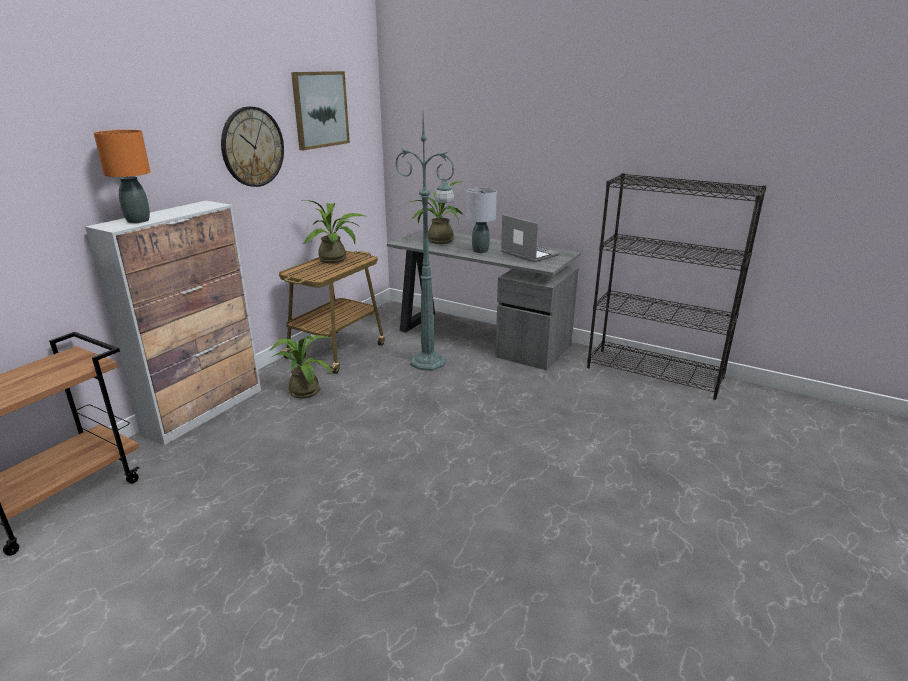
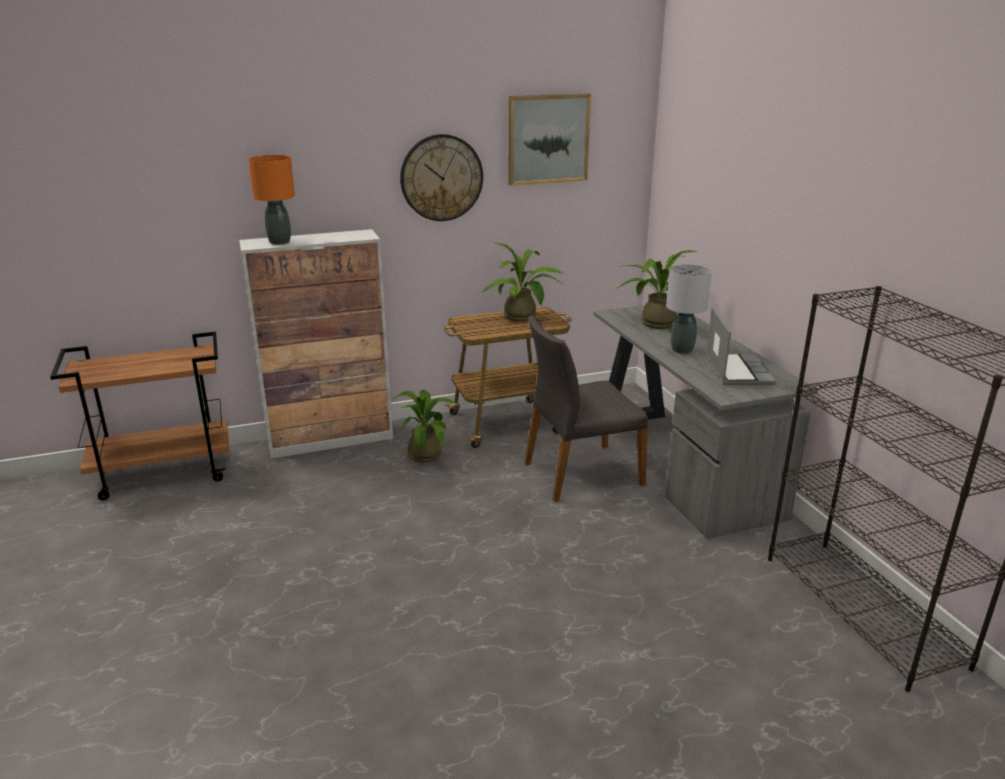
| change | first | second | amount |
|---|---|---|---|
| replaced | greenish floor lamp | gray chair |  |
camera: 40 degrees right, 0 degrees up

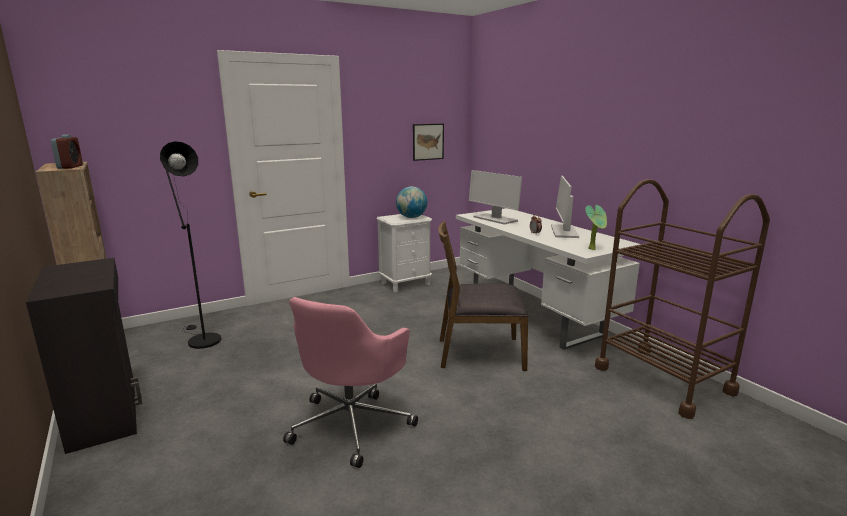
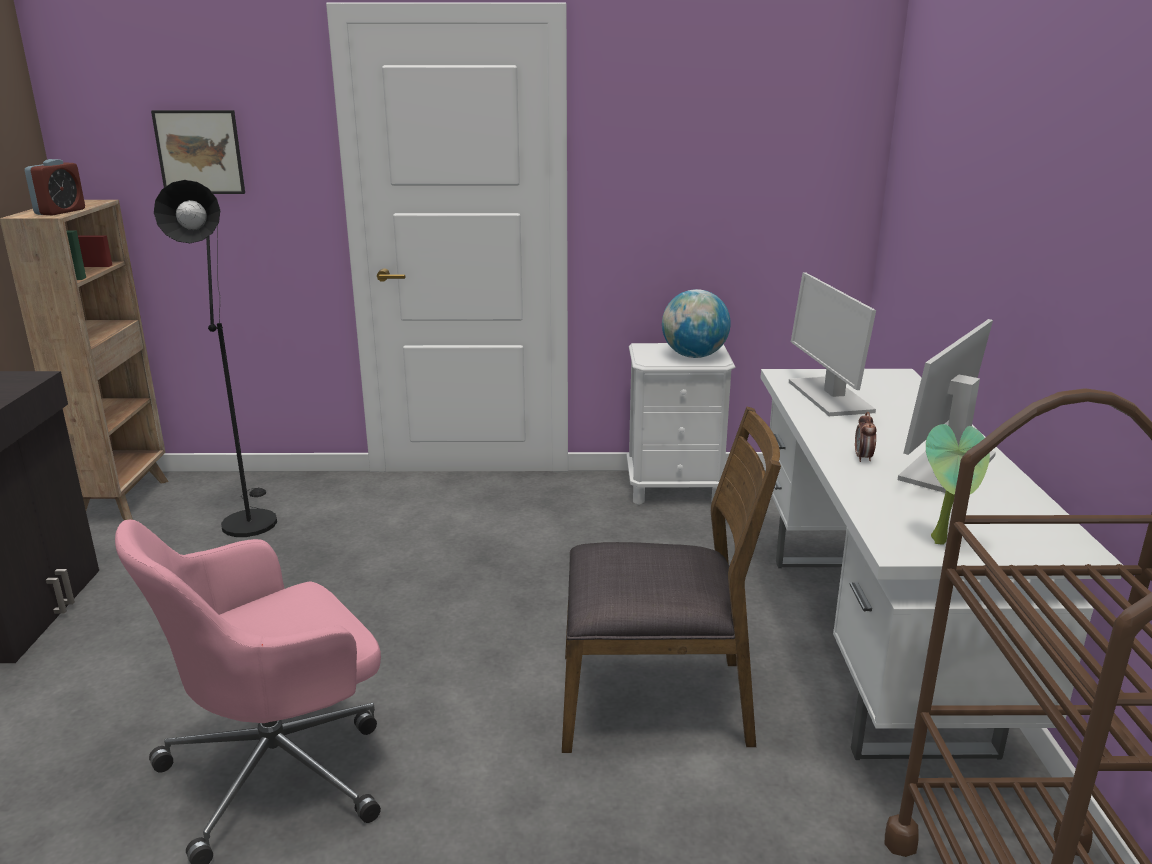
| change | first | second | amount |
|---|---|---|---|
| moved | wall art |  |  |
| turned | brownish chair |  | 150 degrees clockwise |
camera: 30 degrees right, 5 degrees up

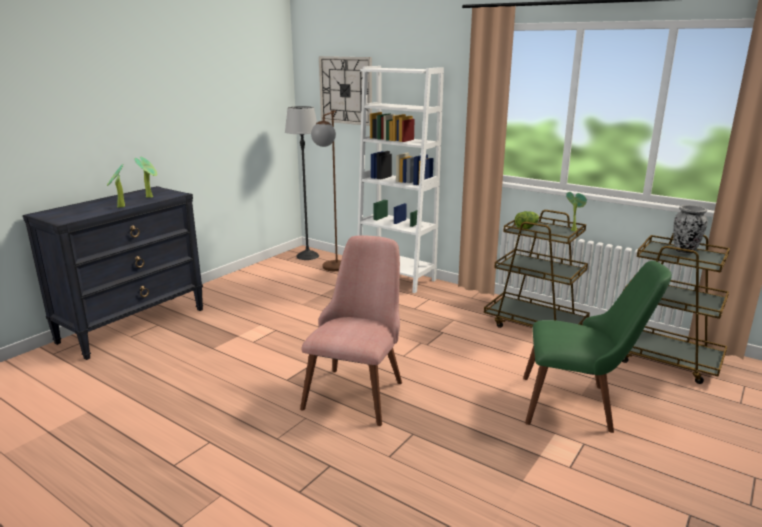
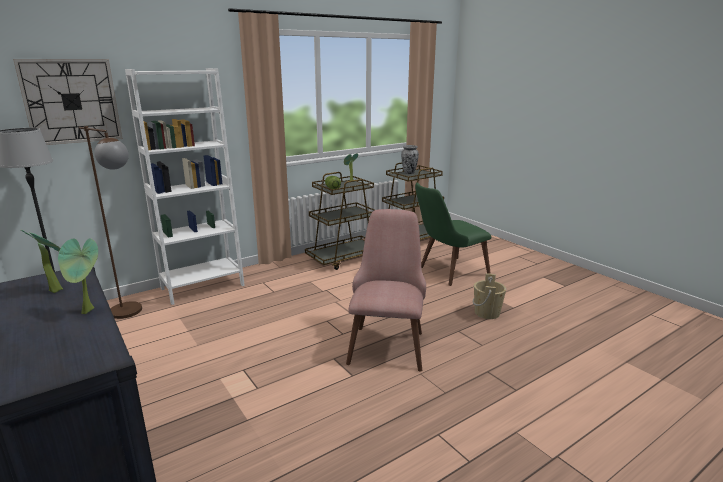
| change | first | second | amount |
|---|---|---|---|
| added |  | sand-coloured water bucket |  |
| turned | pink chair |  | 60 degrees clockwise |
| turned | greenish chair |  | 150 degrees counterclockwise |
camera: 70 degrees left, 0 degrees up

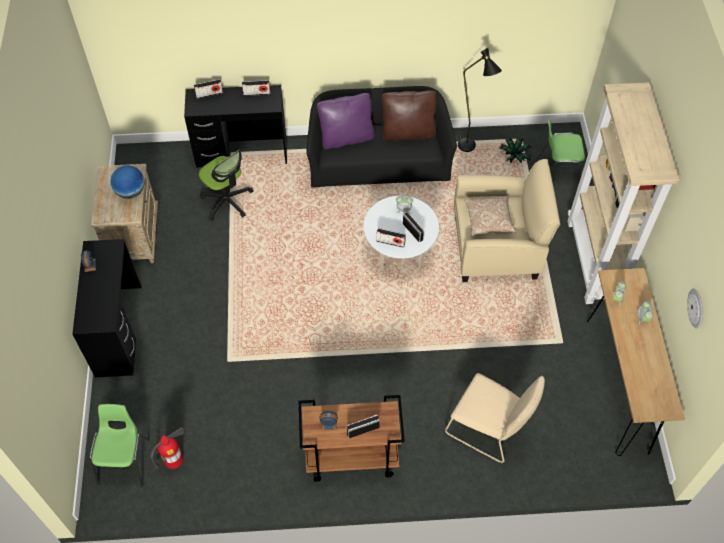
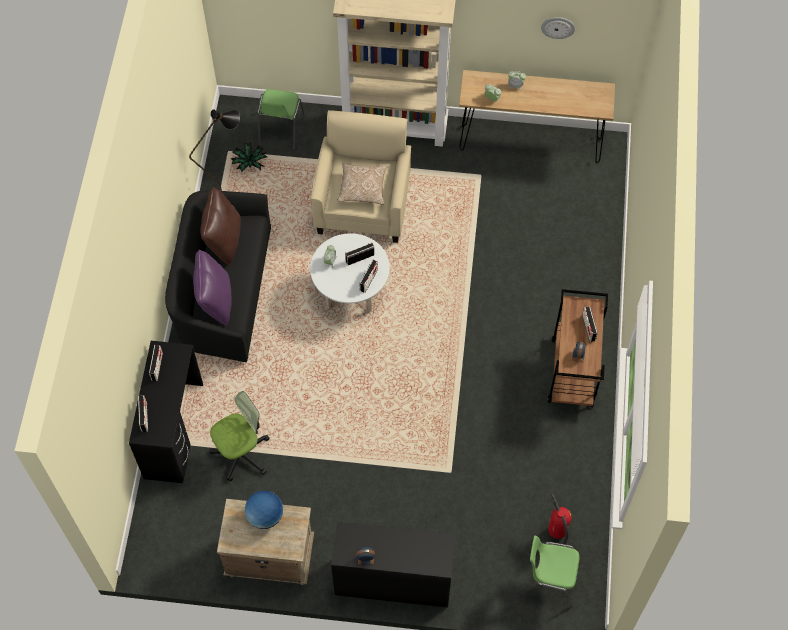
| change | first | second | amount |
|---|---|---|---|
| removed | sand-coloured chair |  |  |
camera: 80 degrees left, 5 degrees up

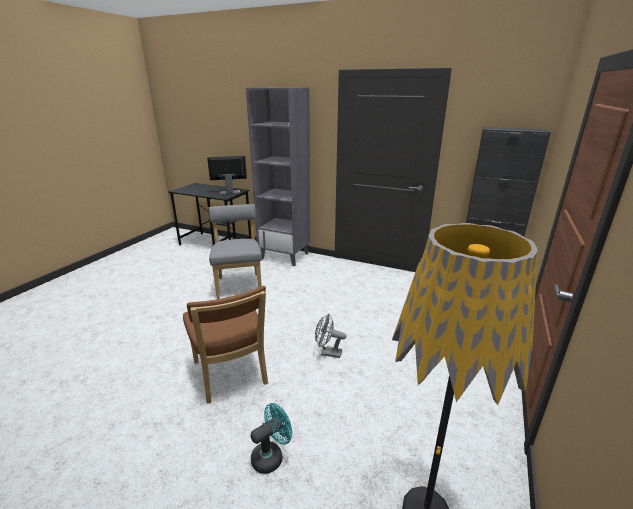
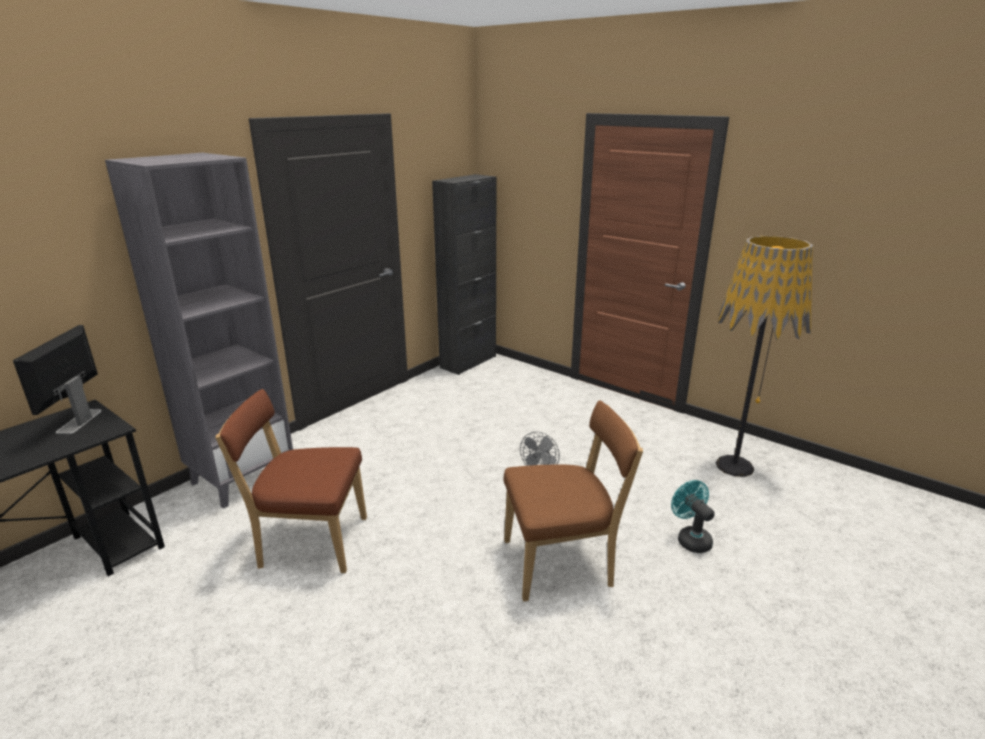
| change | first | second | amount |
|---|---|---|---|
| recoloured | gray chair | brownish chair (1st from left) |  |
camera: 75 degrees left, 0 degrees up

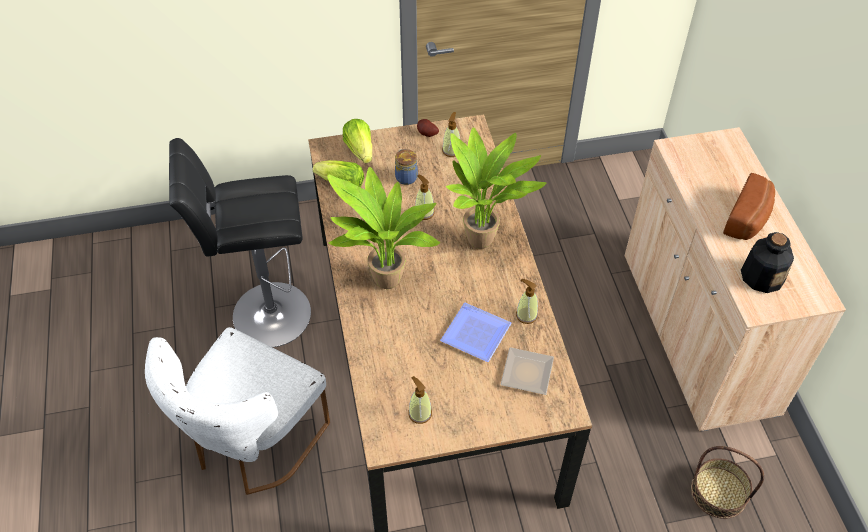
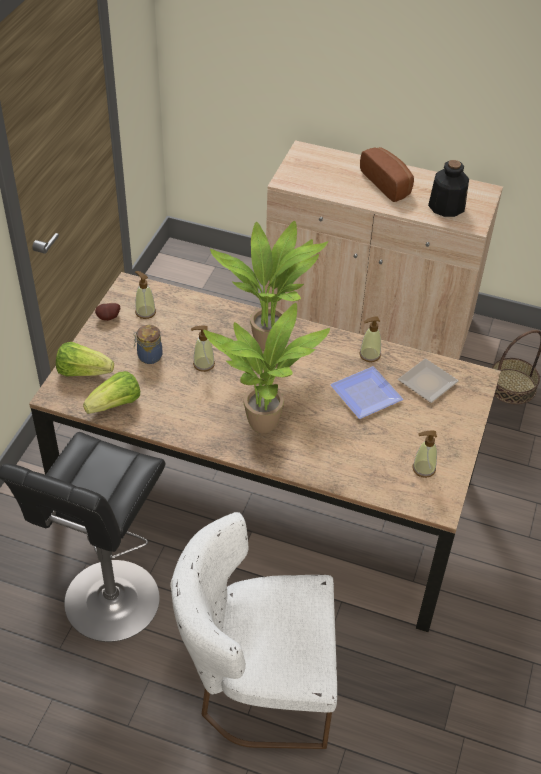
| change | first | second | amount |
|---|---|---|---|
| turned | whitish chair |  | 120 degrees clockwise |
camera: 60 degrees left, 5 degrees down

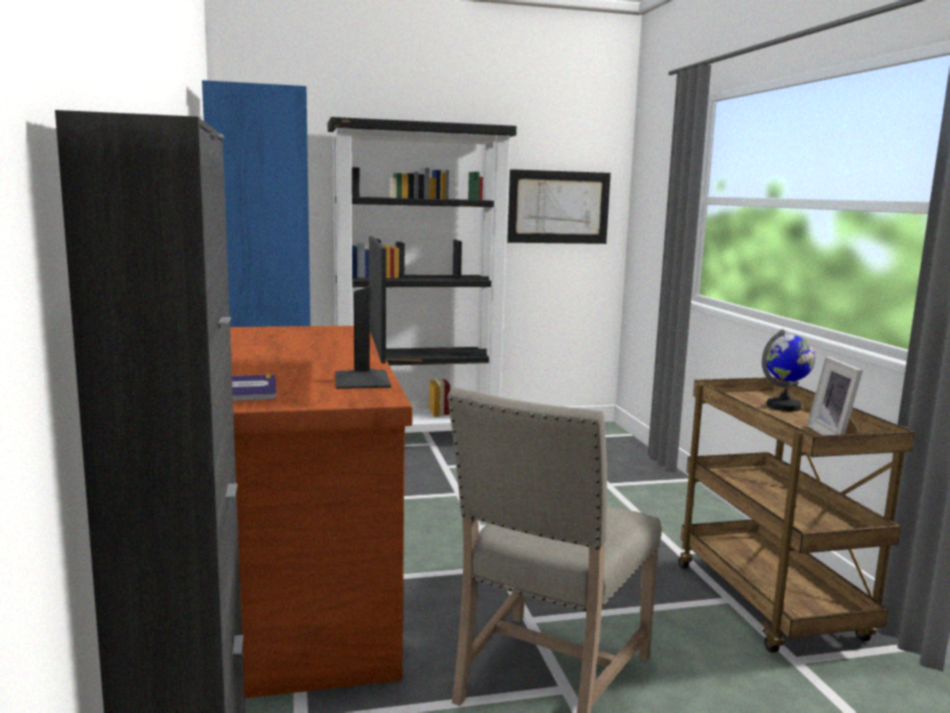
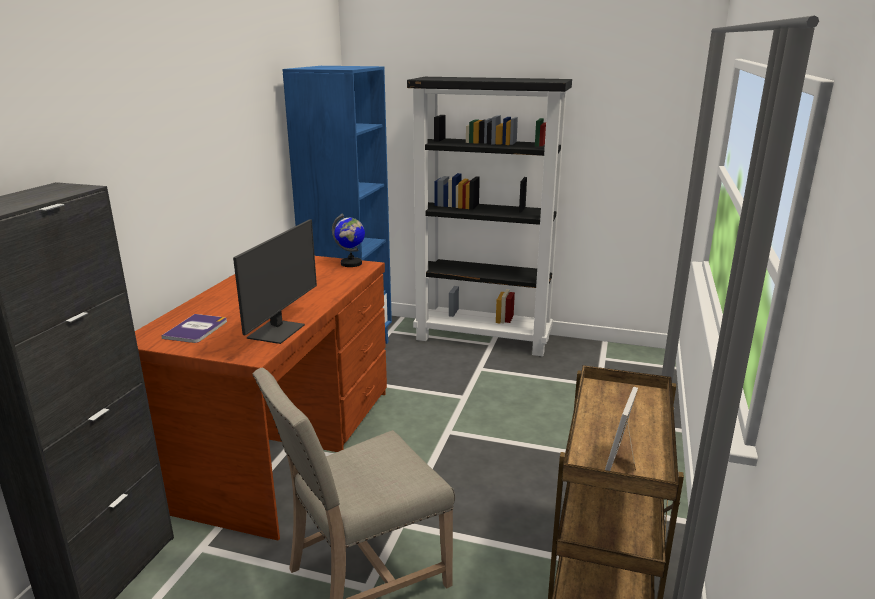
| change | first | second | amount |
|---|---|---|---|
| removed | wall art |  |  |
| moved | desk globe |  |  |
camera: 30 degrees right, 10 degrees up

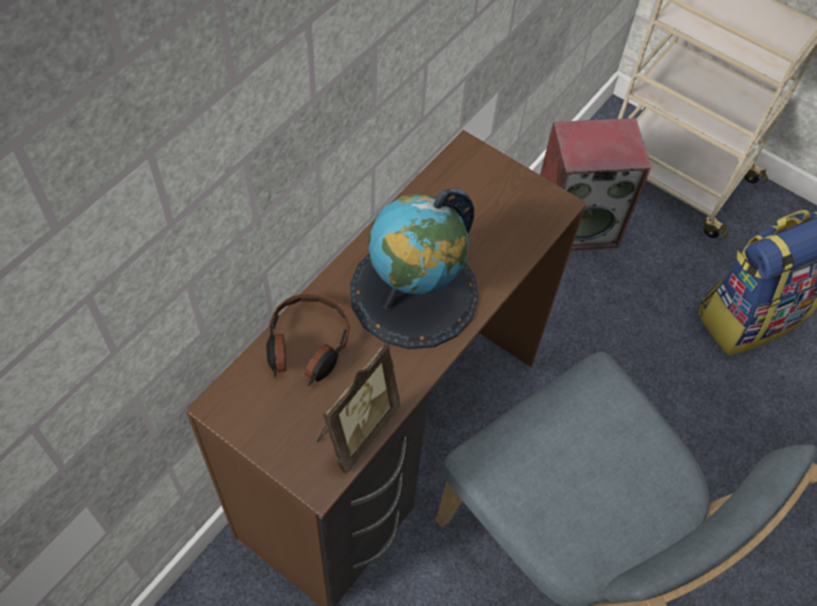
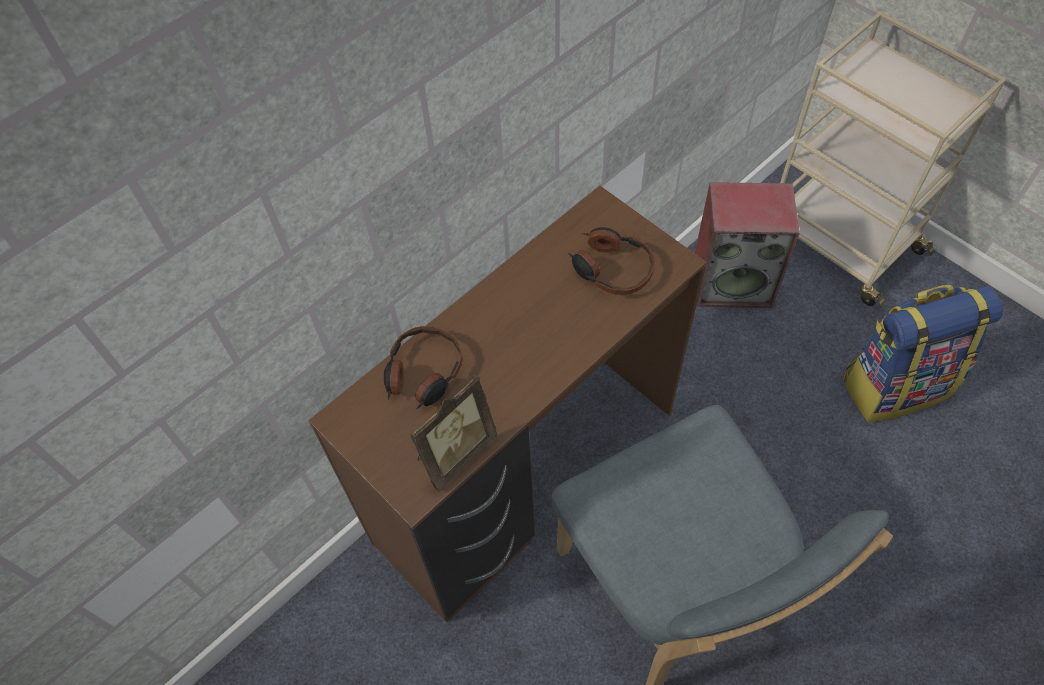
| change | first | second | amount |
|---|---|---|---|
| removed | desk globe |  |  |
| added |  | pair of headphones (2nd from left) |  |
camera: 15 degrees right, 0 degrees up

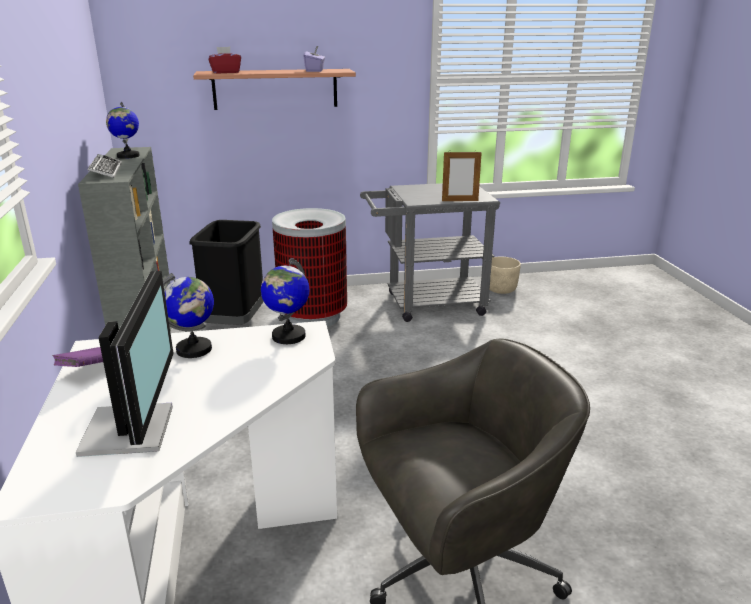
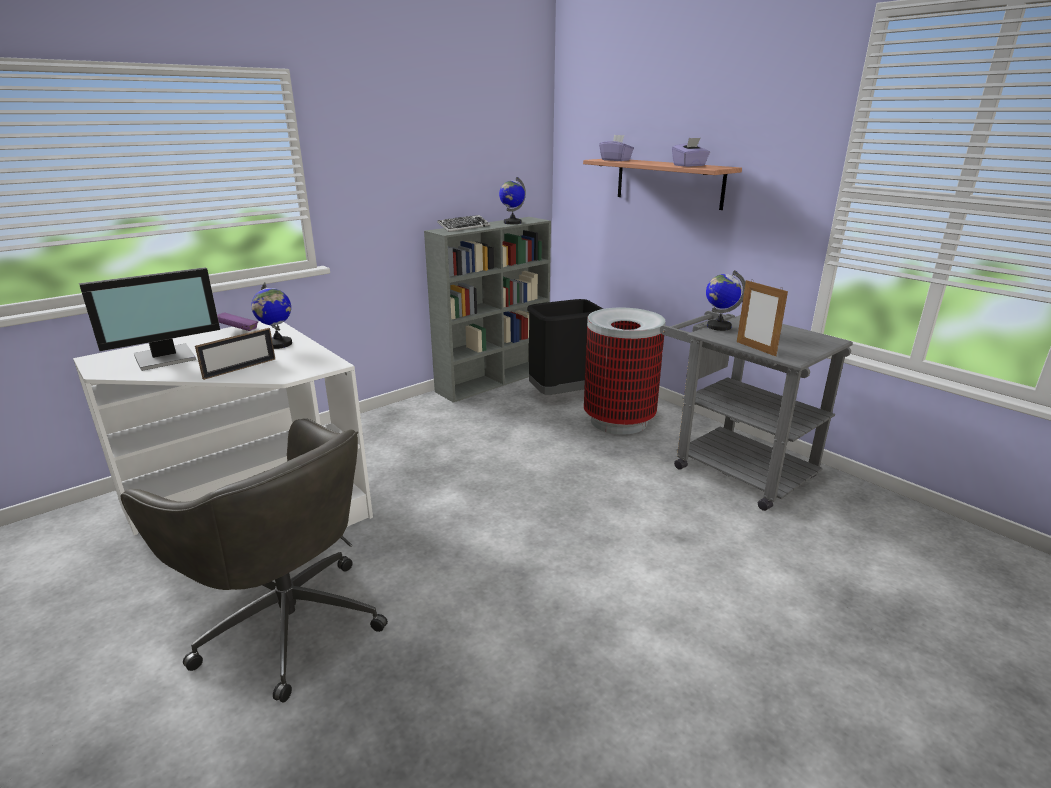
| change | first | second | amount |
|---|---|---|---|
| removed | sand-coloured flower pot |  |  |
| added |  | picture frame (1st from left) |  |
| moved | desk globe (3rd from left) |  |  |
| recoloured | reddish tissue holder | purple tissue holder (1st from left) |  |
camera: 60 degrees right, 0 degrees up

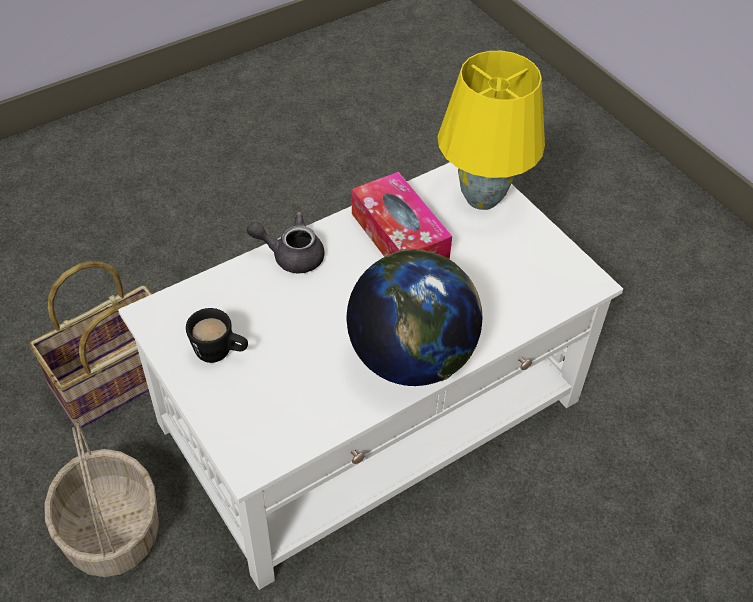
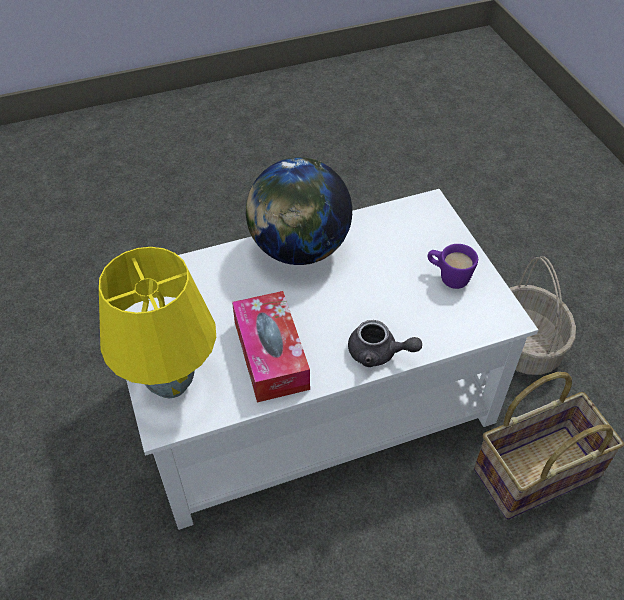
| change | first | second | amount |
|---|---|---|---|
| recoloured | black-coloured tea mug | purple tea mug |  |
camera: 165 degrees left, 0 degrees up

